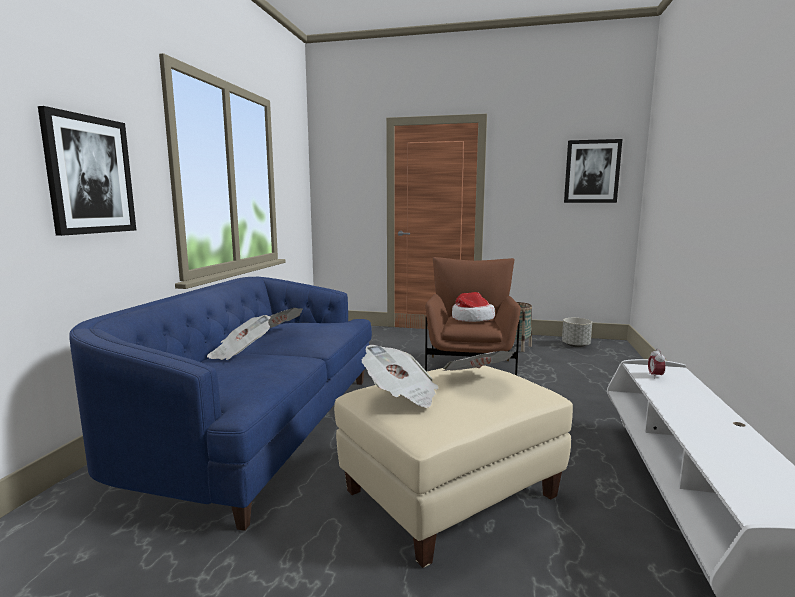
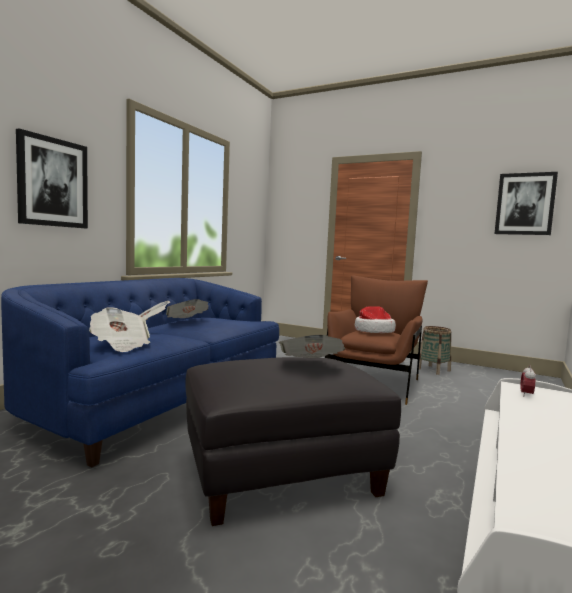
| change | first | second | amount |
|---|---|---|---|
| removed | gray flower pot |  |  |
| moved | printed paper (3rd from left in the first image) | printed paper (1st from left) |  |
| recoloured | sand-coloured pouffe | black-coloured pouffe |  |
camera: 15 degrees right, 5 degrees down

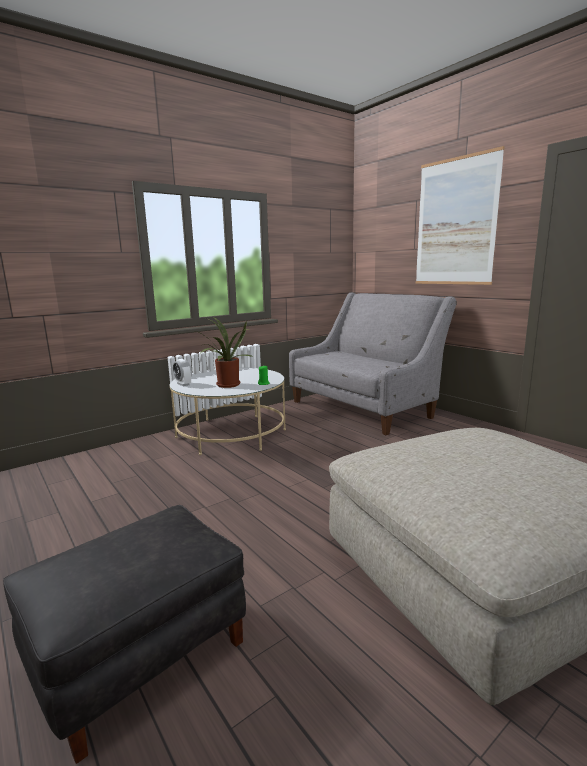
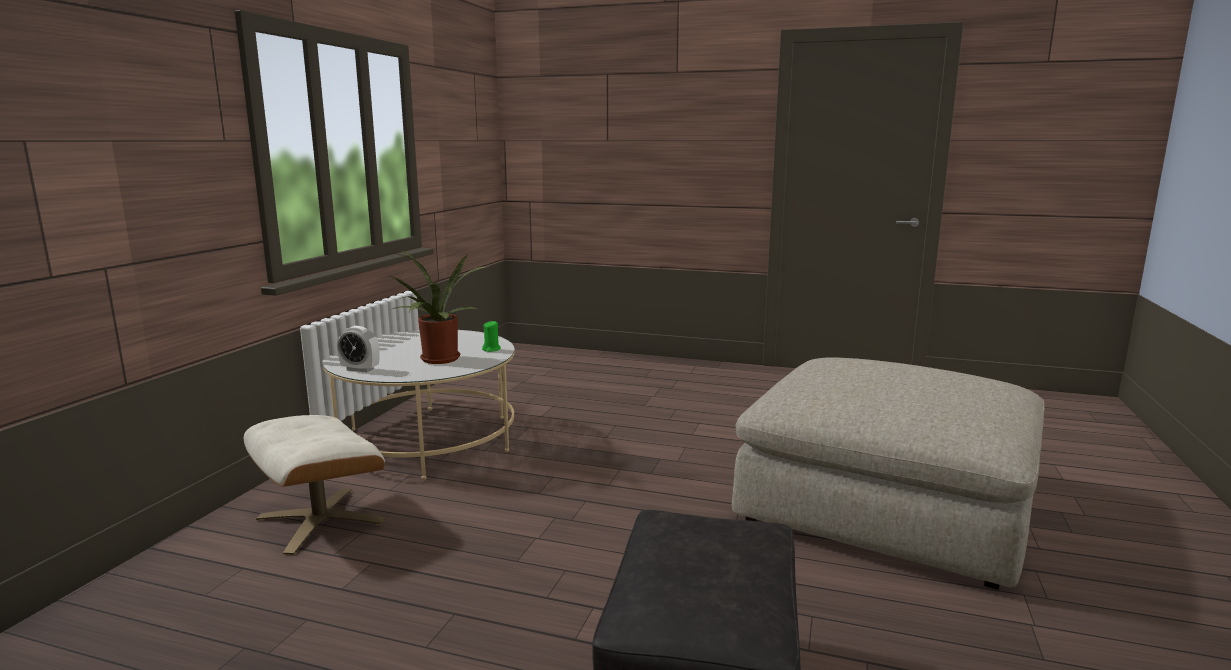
| change | first | second | amount |
|---|---|---|---|
| removed | gray sofa |  |  |
| removed | wall art |  |  |
| added |  | sand-coloured pouffe (1st from left) |  |
camera: 35 degrees left, 0 degrees up

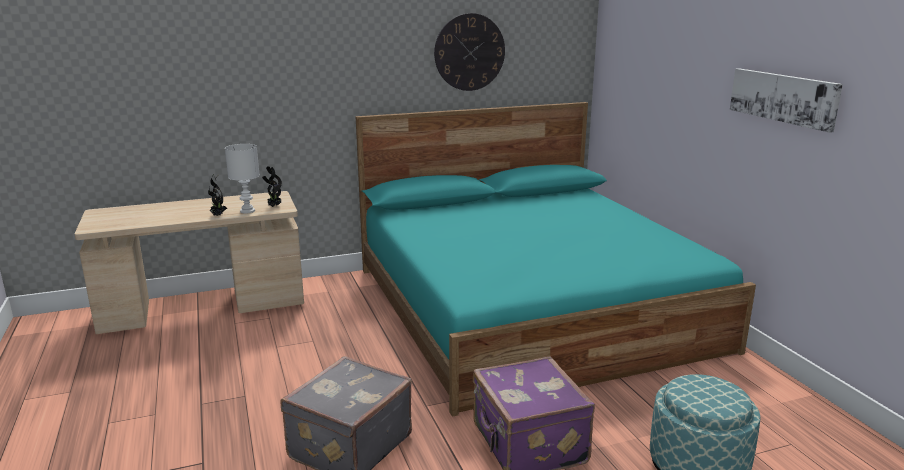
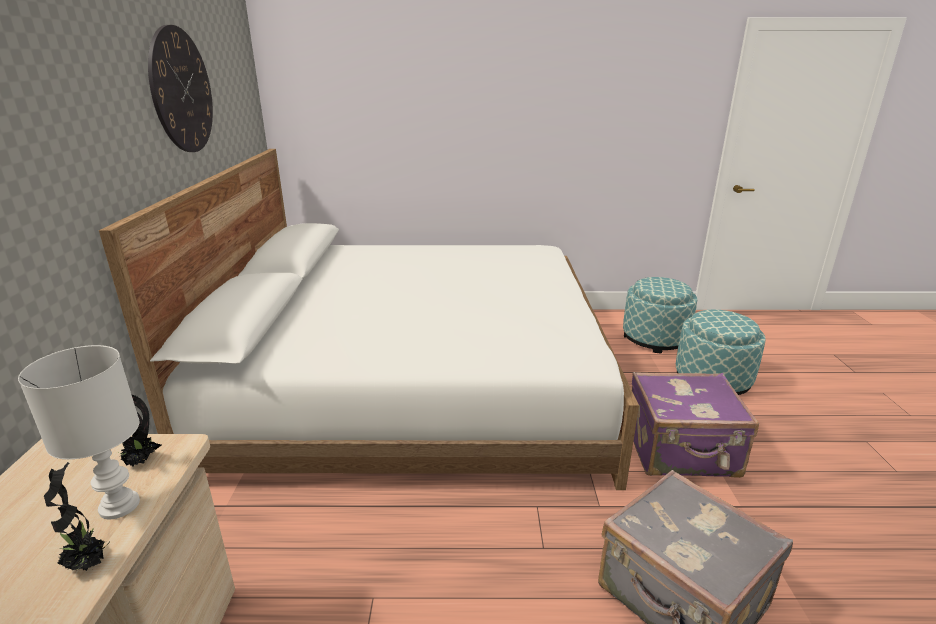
| change | first | second | amount |
|---|---|---|---|
| removed | wall art |  |  |
| added |  | pouffe (1st from left) |  |
| recoloured | turquoise sleeping bed | whitish sleeping bed |  |
camera: 70 degrees left, 5 degrees up

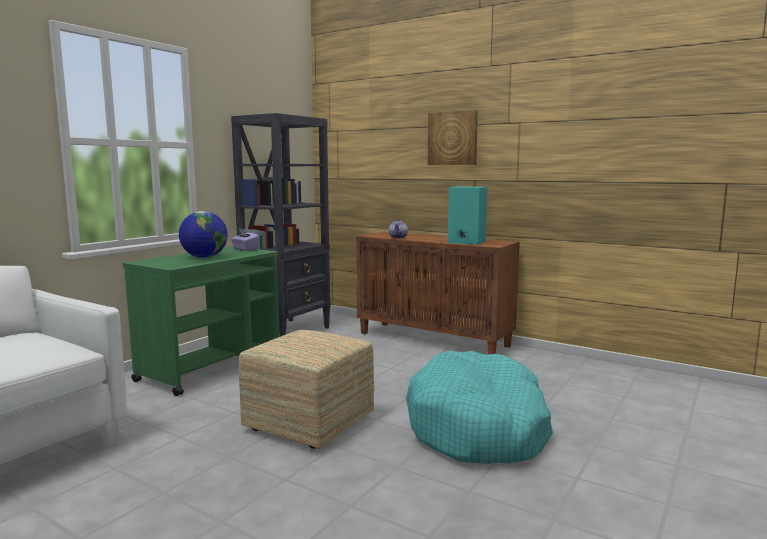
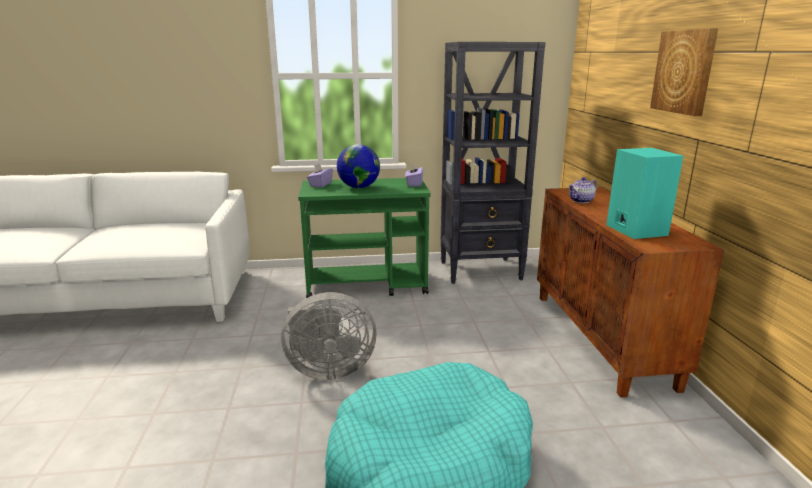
| change | first | second | amount |
|---|---|---|---|
| added |  | purple tissue holder (1st from left) |  |
| replaced | pouffe | gray cooling fan |  |
camera: 50 degrees right, 10 degrees up

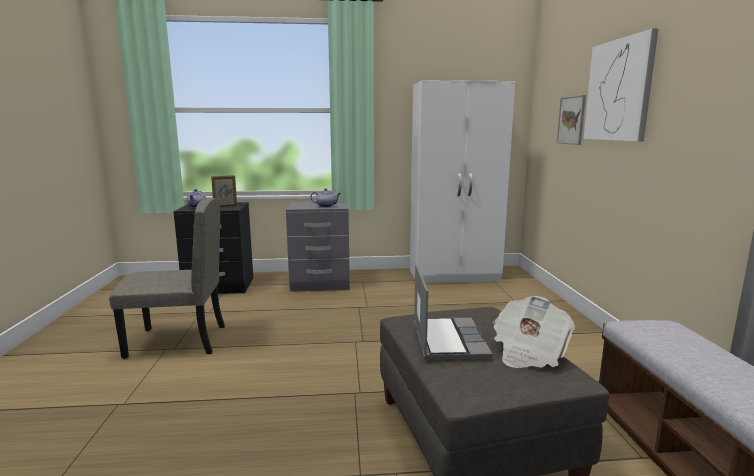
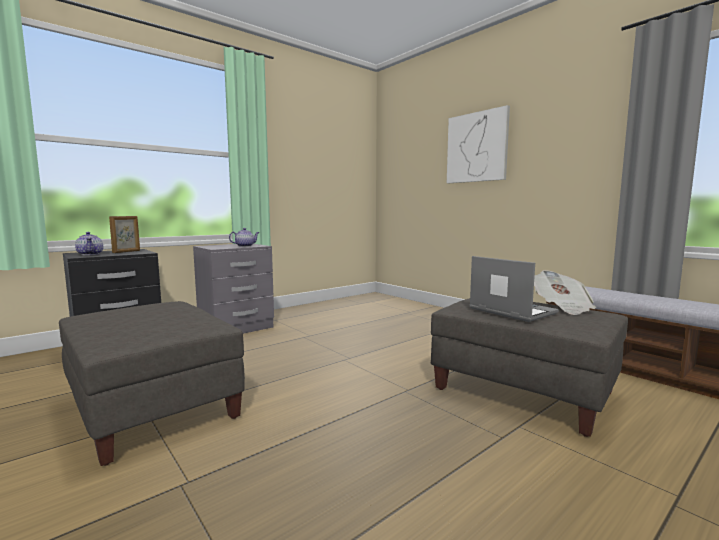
| change | first | second | amount |
|---|---|---|---|
| removed | whitish wardrobe |  |  |
| removed | wall art (1st from left) |  |  |
| replaced | sand-coloured chair | gray pouffe (1st from left) |  |
camera: 35 degrees left, 5 degrees down

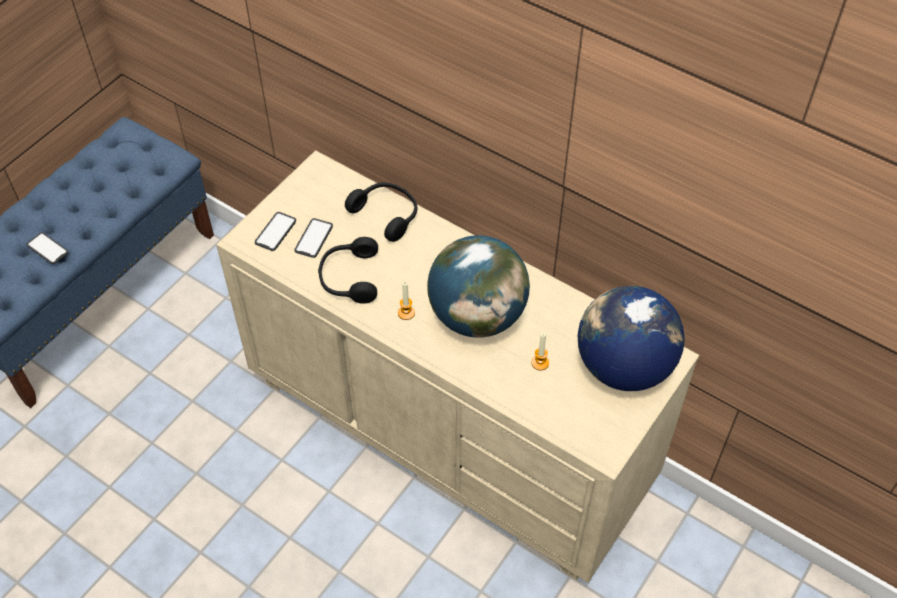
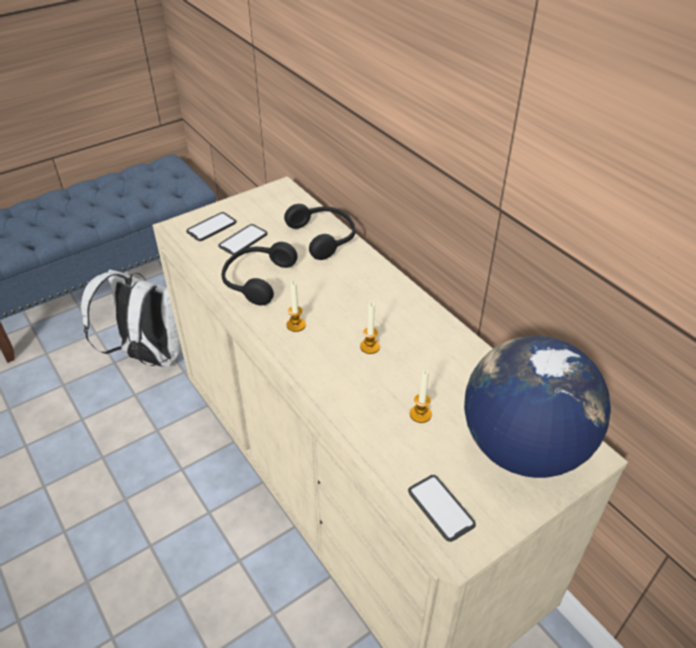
| change | first | second | amount |
|---|---|---|---|
| added |  | whitish knapsack |  |
| moved | phone (1st from left in the first image) | phone (3rd from left) |  |
| replaced | desk globe (1st from left) | wax candle (2nd from left) |  |
camera: 20 degrees right, 10 degrees down

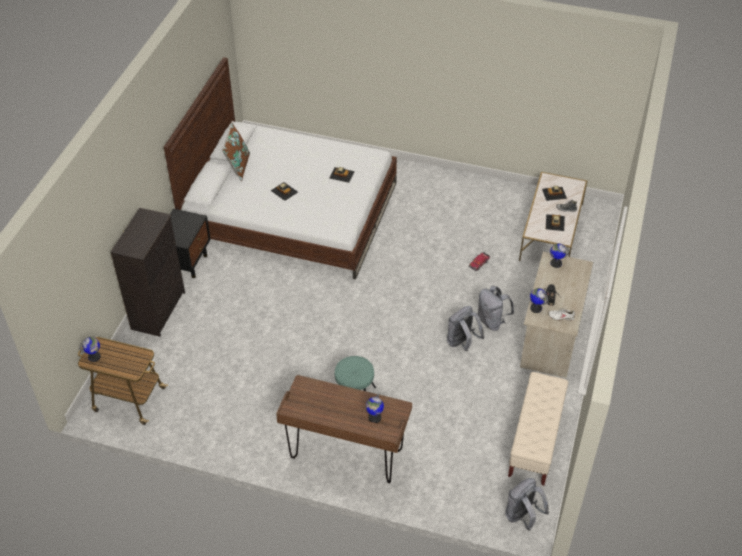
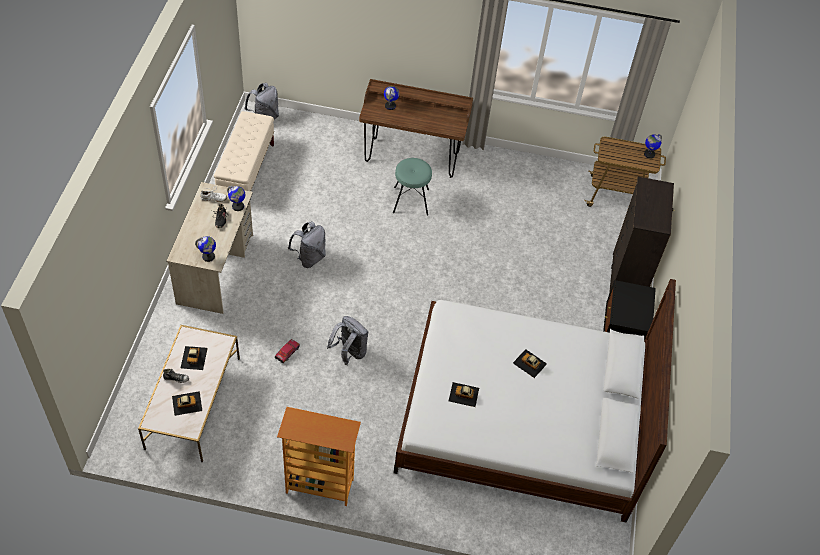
| change | first | second | amount |
|---|---|---|---|
| removed | brownish pillow |  |  |
| added |  | bookcase |  |
| moved | gray knapsack (2nd from left in the first image) | gray knapsack (3rd from left) |  |
camera: 170 degrees right, 5 degrees up

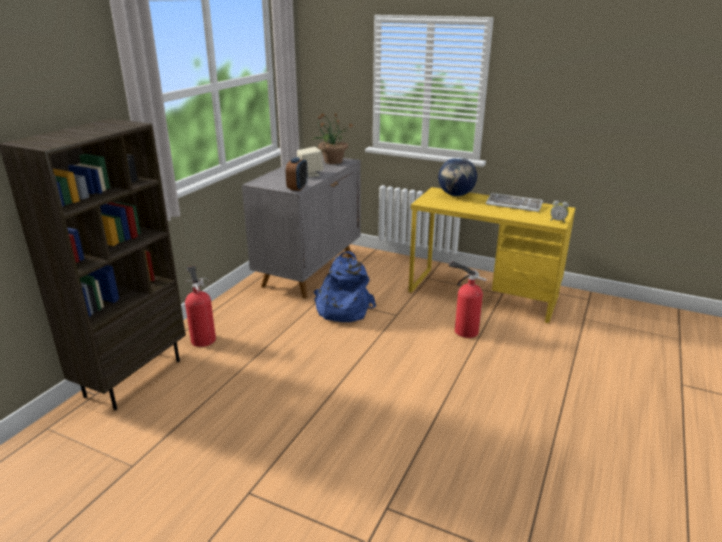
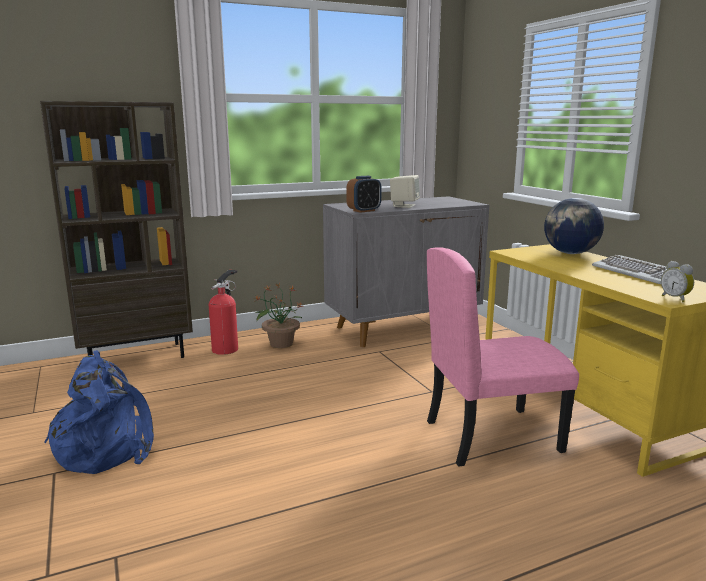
| change | first | second | amount |
|---|---|---|---|
| moved | plant in a pot |  |  |
| moved | blue-coloured knapsack |  |  |
| replaced | extinguisher (2nd from left) | pink chair |  |
camera: 40 degrees right, 10 degrees down

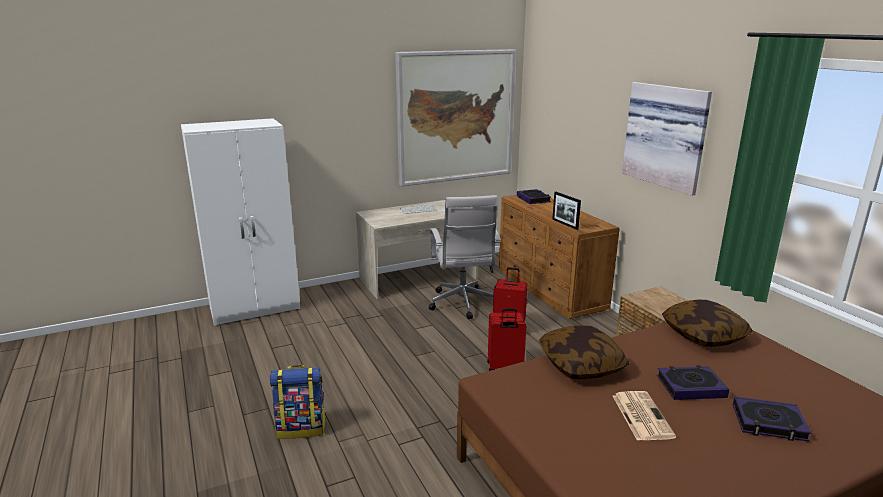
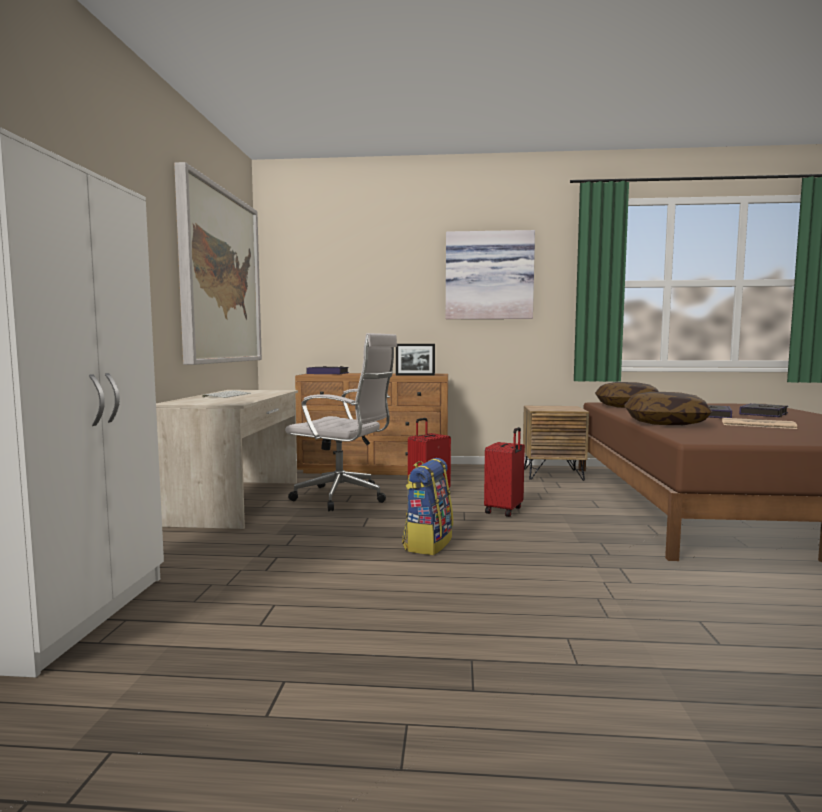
| change | first | second | amount |
|---|---|---|---|
| moved | knapsack |  |  |
camera: 60 degrees left, 15 degrees down

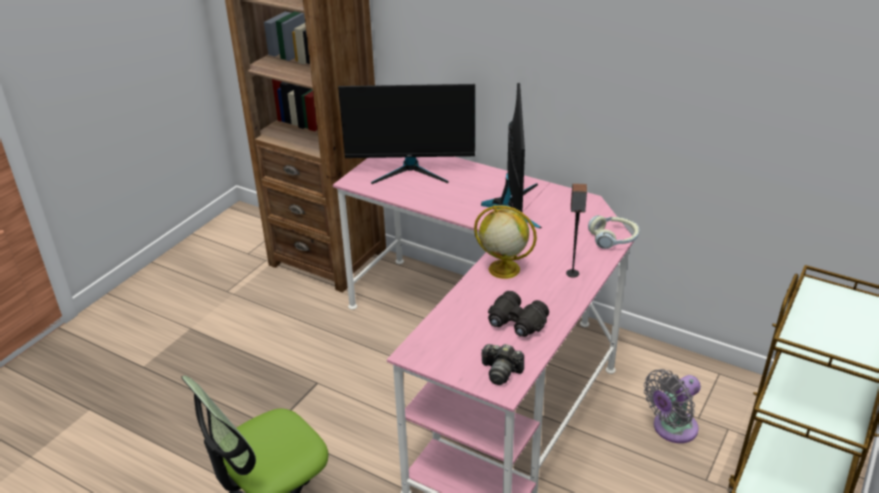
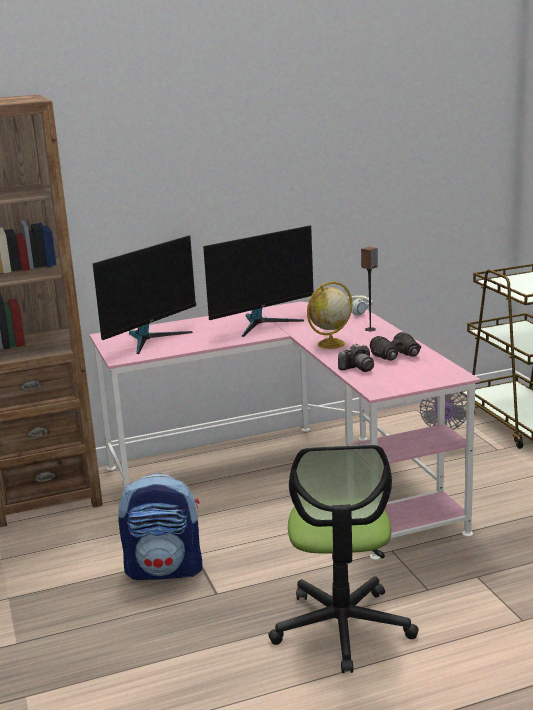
| change | first | second | amount |
|---|---|---|---|
| added |  | knapsack |  |
| moved | still camera |  |  |
| turned | computer screen (2nd from left) |  | 105 degrees clockwise |
camera: 50 degrees left, 15 degrees down

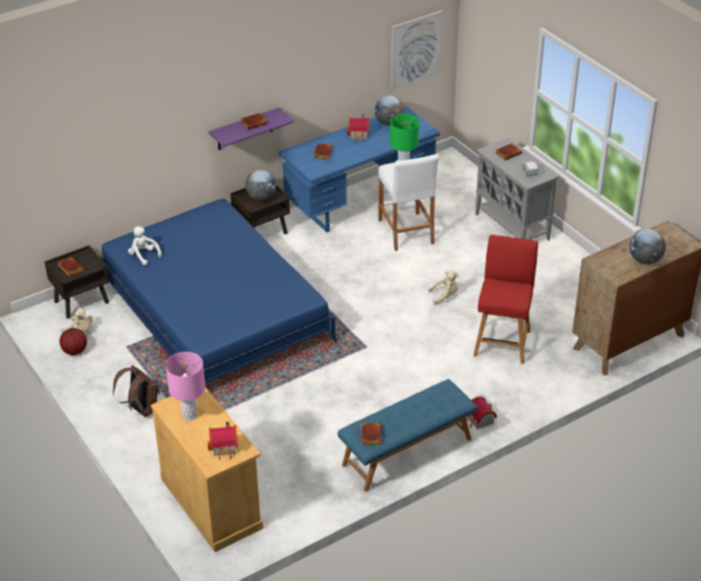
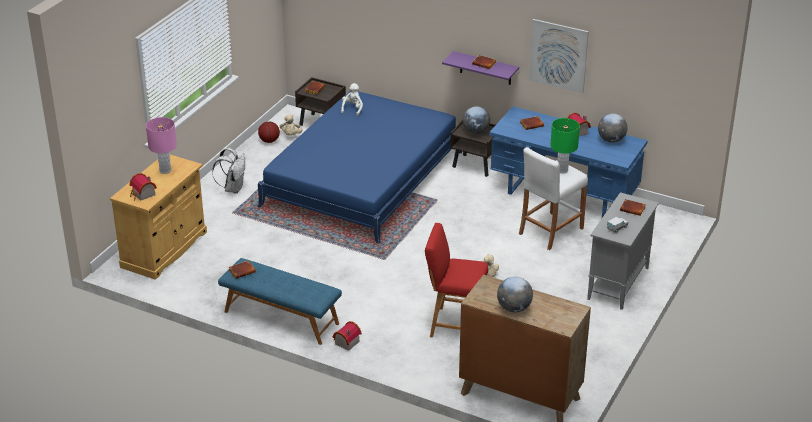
| change | first | second | amount |
|---|---|---|---|
| moved | wall art |  |  |
| recoloured | brownish knapsack | whitish knapsack |  |
| turned | reddish chair |  | 150 degrees counterclockwise |
camera: 60 degrees right, 5 degrees down

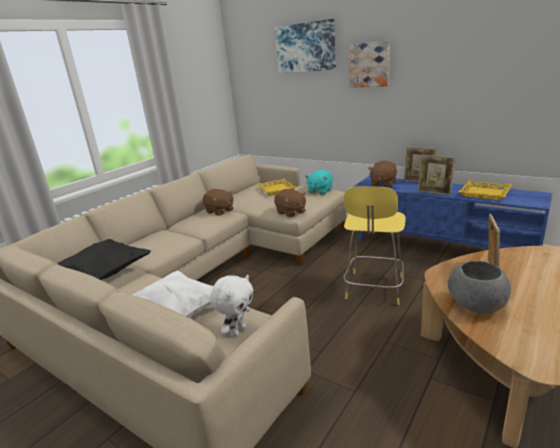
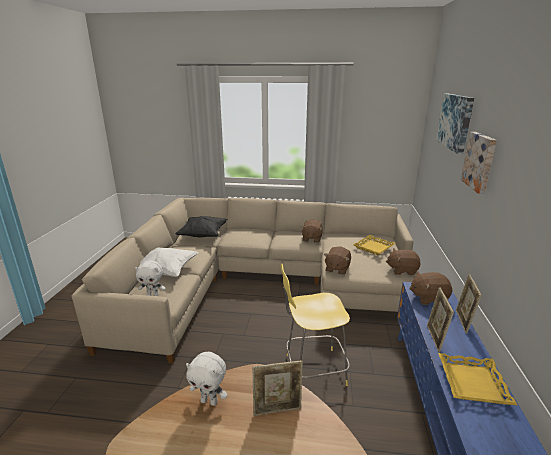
| change | first | second | amount |
|---|---|---|---|
| replaced | gray deep dish | whitish soft toy (2nd from left) |  |
| recoloured | turquoise soft toy | brownish soft toy (3rd from left) |  |
camera: 60 degrees right, 0 degrees up

